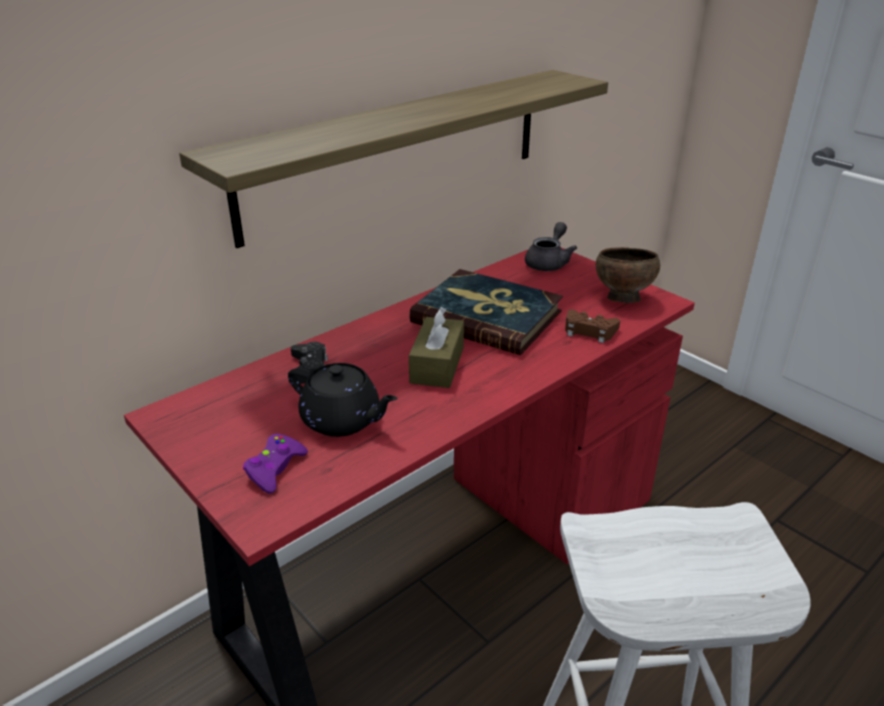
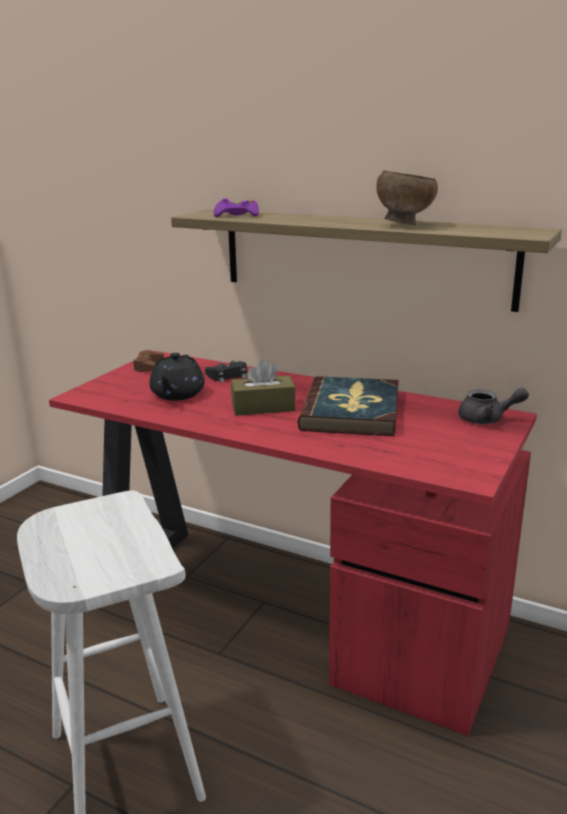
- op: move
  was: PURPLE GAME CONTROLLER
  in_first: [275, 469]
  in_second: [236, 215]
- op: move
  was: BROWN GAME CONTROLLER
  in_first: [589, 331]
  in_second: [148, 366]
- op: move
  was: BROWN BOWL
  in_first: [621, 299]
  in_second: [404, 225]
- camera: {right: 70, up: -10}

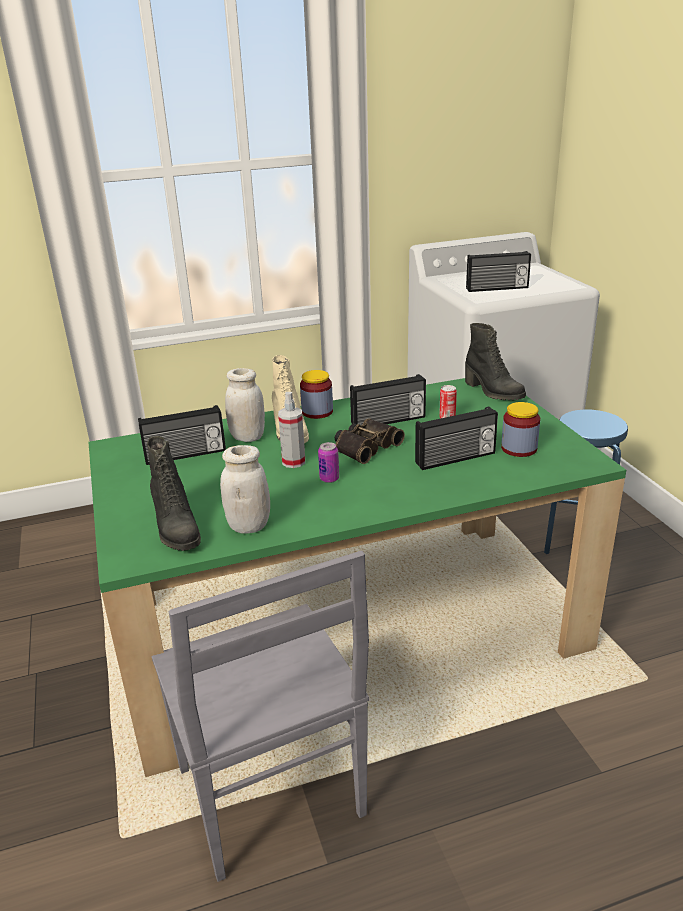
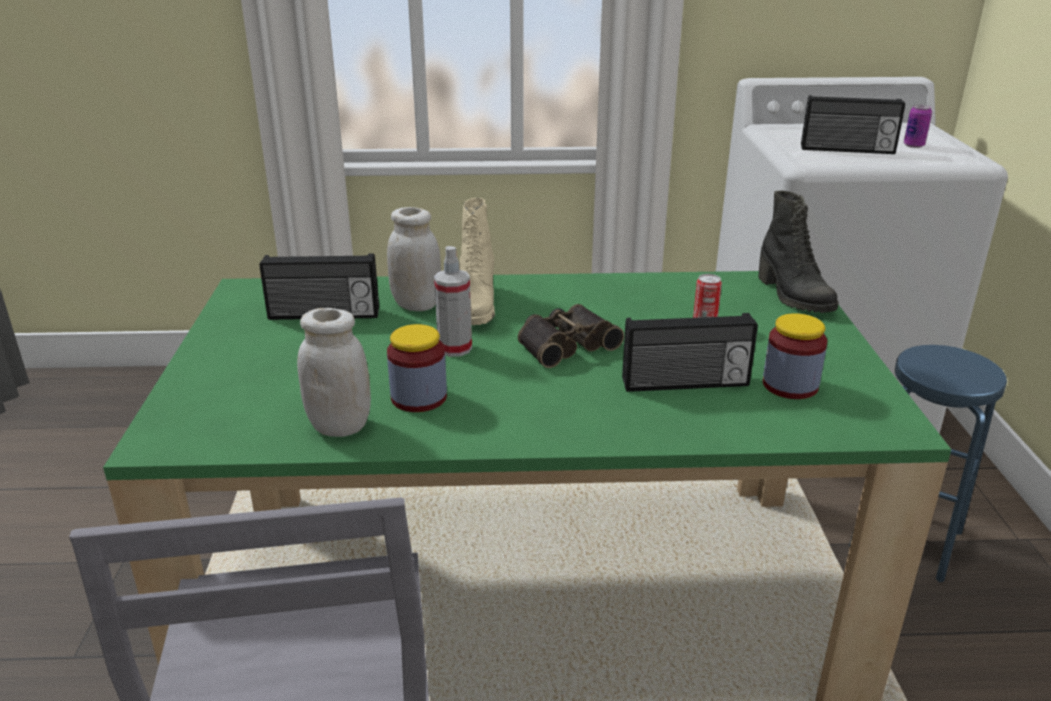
- op: delete
  was: BLACK BOOT
  in_first: [175, 530]
- op: delete
  was: RADIO
  in_first: [388, 421]
- op: move
  was: JAR
  in_first: [317, 412]
  in_second: [419, 397]
- op: move
  was: CAN
  in_first: [329, 479]
  in_second: [913, 145]
- camera: {right: 15, up: 0}

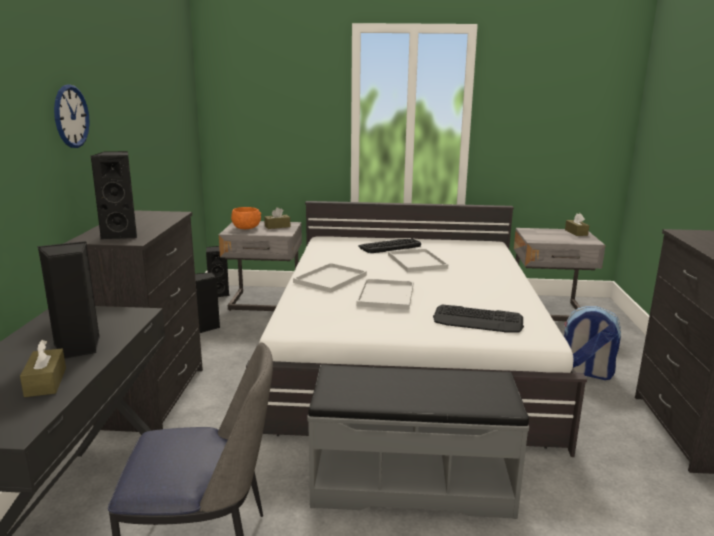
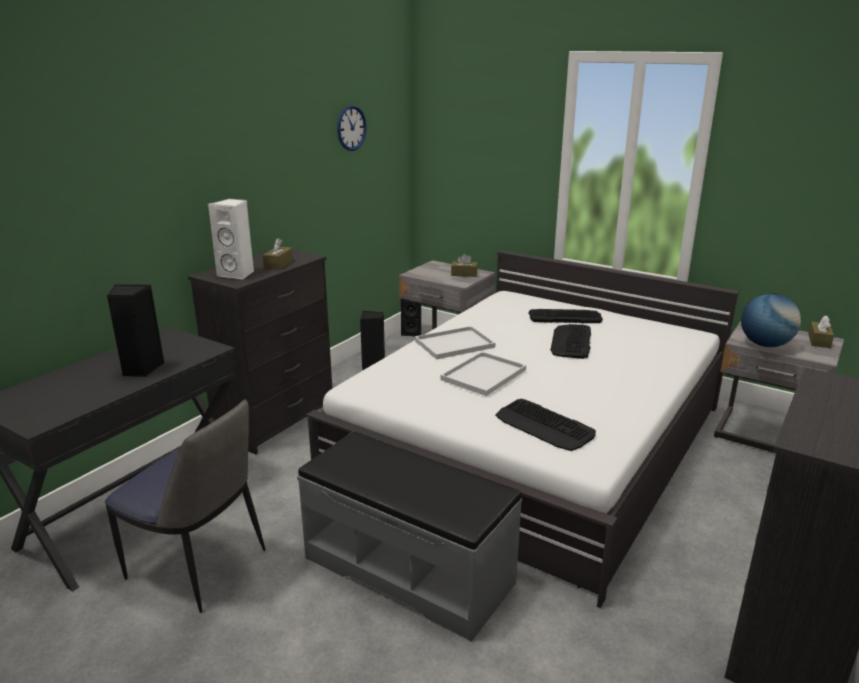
- op: delete
  was: ORANGE BOWL
  in_first: [246, 227]
- op: delete
  was: BACKPACK
  in_first: [585, 372]
- op: insert
  now: GLOBE
  in_second: [765, 345]
- op: move
  was: BROWN TISSUE BOX
  in_first: [45, 382]
  in_second: [278, 264]
- op: move
  was: WALL CLOCK
  in_first: [71, 116]
  in_second: [351, 128]
- op: replace
  was: WHITE TRAY
  now: KEYBOARD
  in_first: [418, 262]
  in_second: [571, 342]
- op: recolor
  was: BLACK SPEAKER
  now: WHITE SPEAKER
  in_first: [122, 235]
  in_second: [237, 274]
- camera: {right: 30, up: 5}

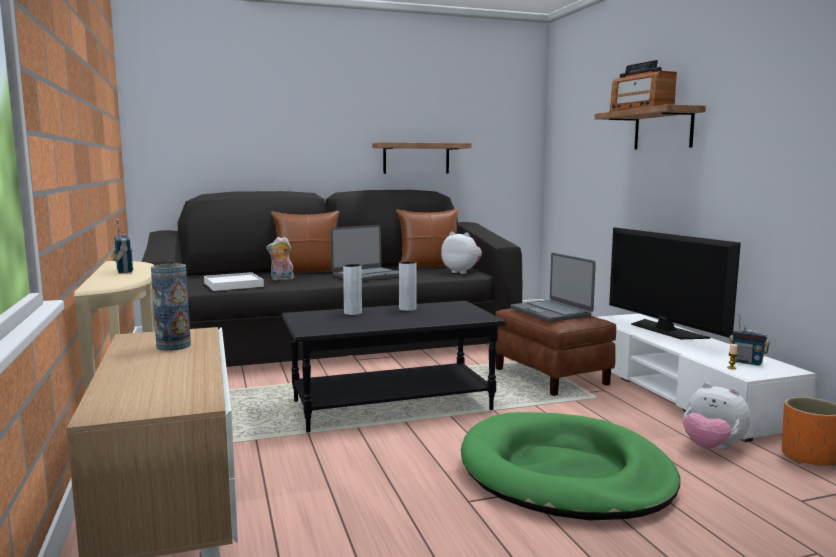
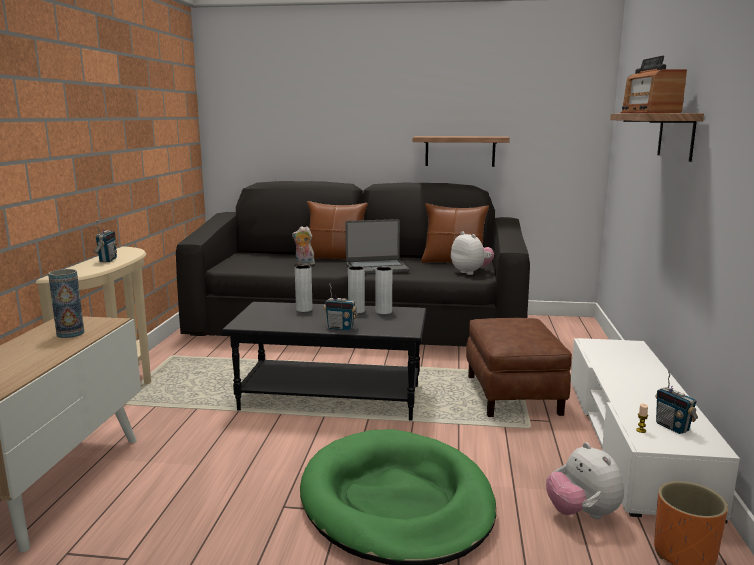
- op: delete
  was: WHITE TRAY
  in_first: [233, 284]
- op: delete
  was: LAPTOP
  in_first: [551, 312]
- op: delete
  was: TELEVISION
  in_first: [665, 330]
- op: insert
  now: RADIO
  in_second: [340, 328]
- op: insert
  now: GREY VASE
  in_second: [383, 312]
- camera: {right: 25, up: 5}

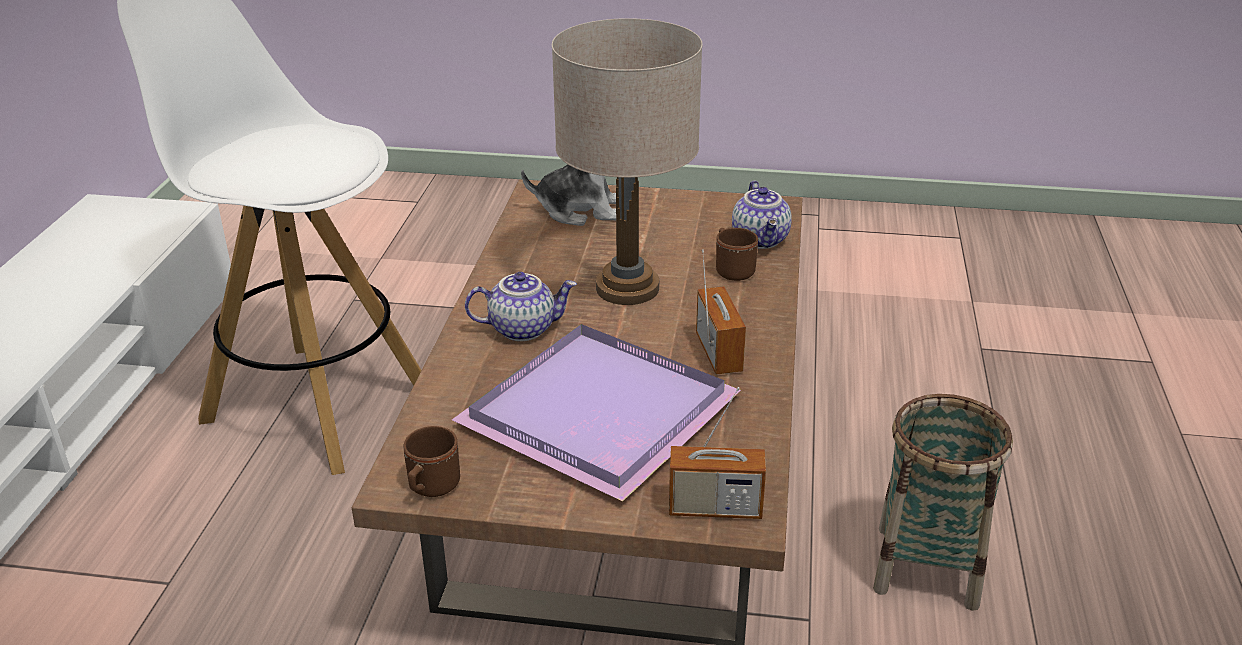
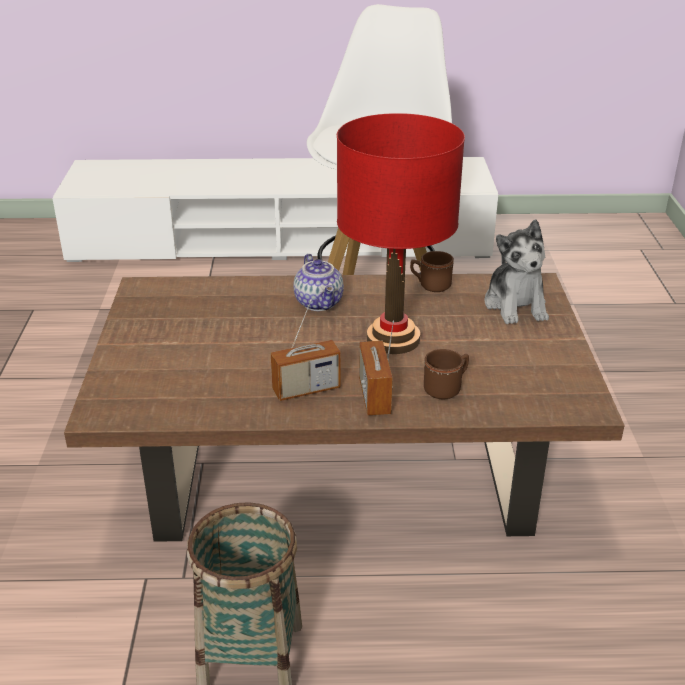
- op: delete
  was: PURPLE TRAY
  in_first: [599, 416]
- op: delete
  was: TEAPOT
  in_first: [761, 240]
- op: move
  was: BROWN MUG
  in_first: [431, 488]
  in_second: [430, 285]
- op: move
  was: RADIO
  in_first: [715, 508]
  in_second: [374, 396]
- op: recolor
  was: BEIGE TABLE LAMP
  now: RED TABLE LAMP
  in_first: [627, 288]
  in_second: [393, 339]
- camera: {right: 80, up: 0}

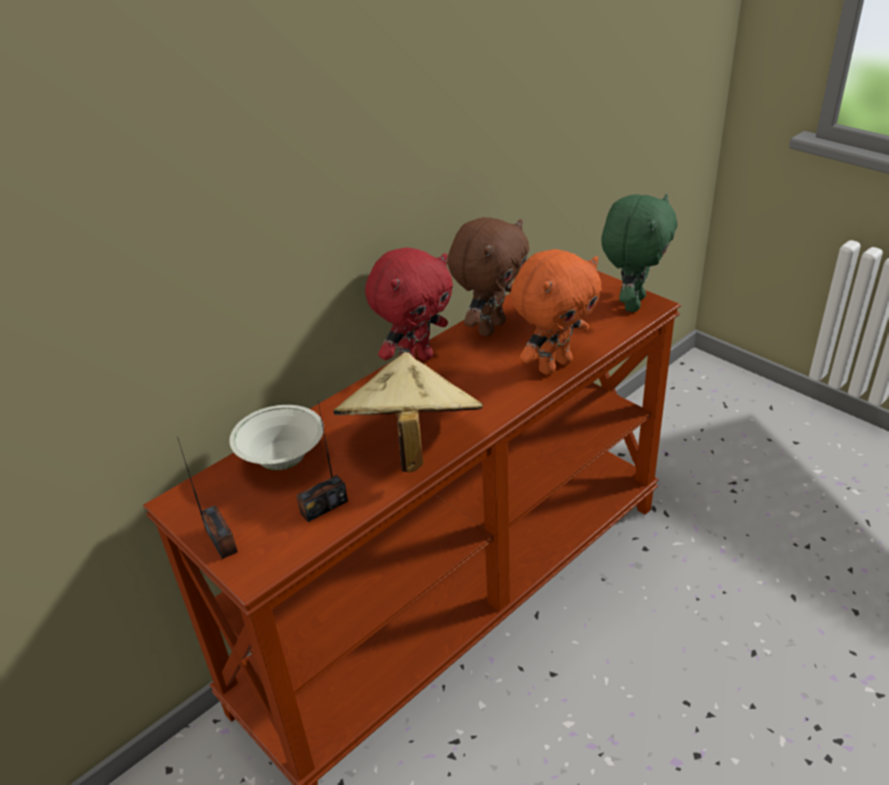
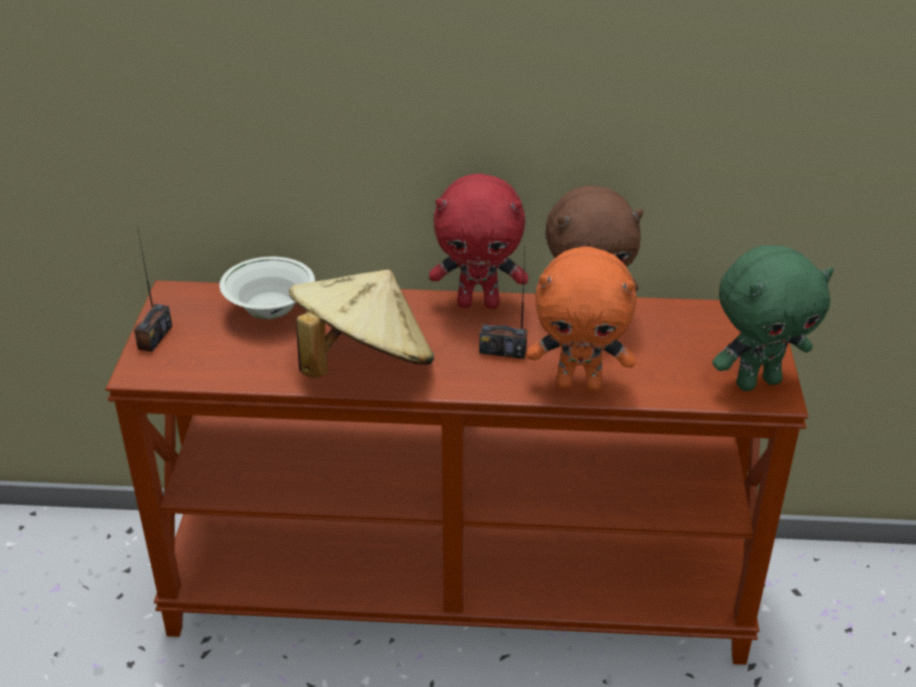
- op: move
  was: RADIO
  in_first: [324, 507]
  in_second: [503, 351]
- camera: {right: 45, up: 0}

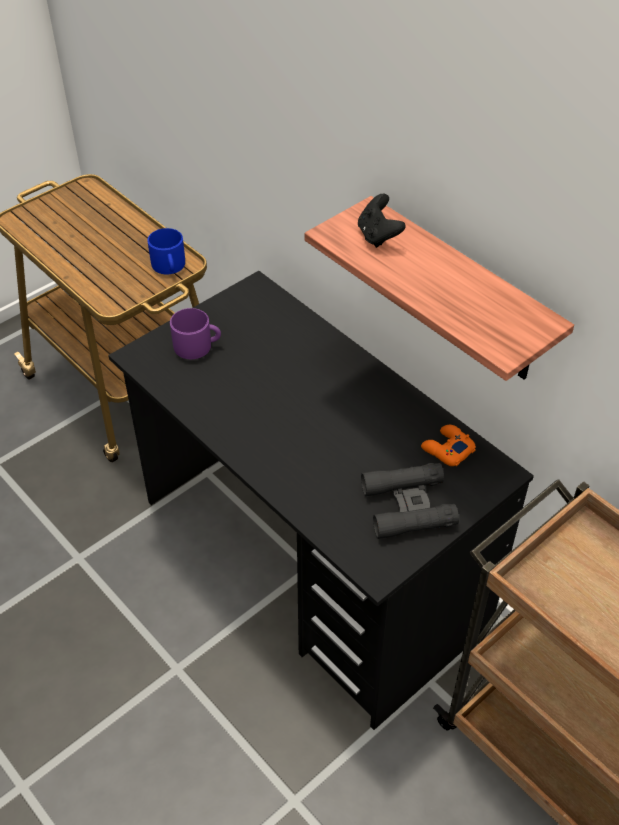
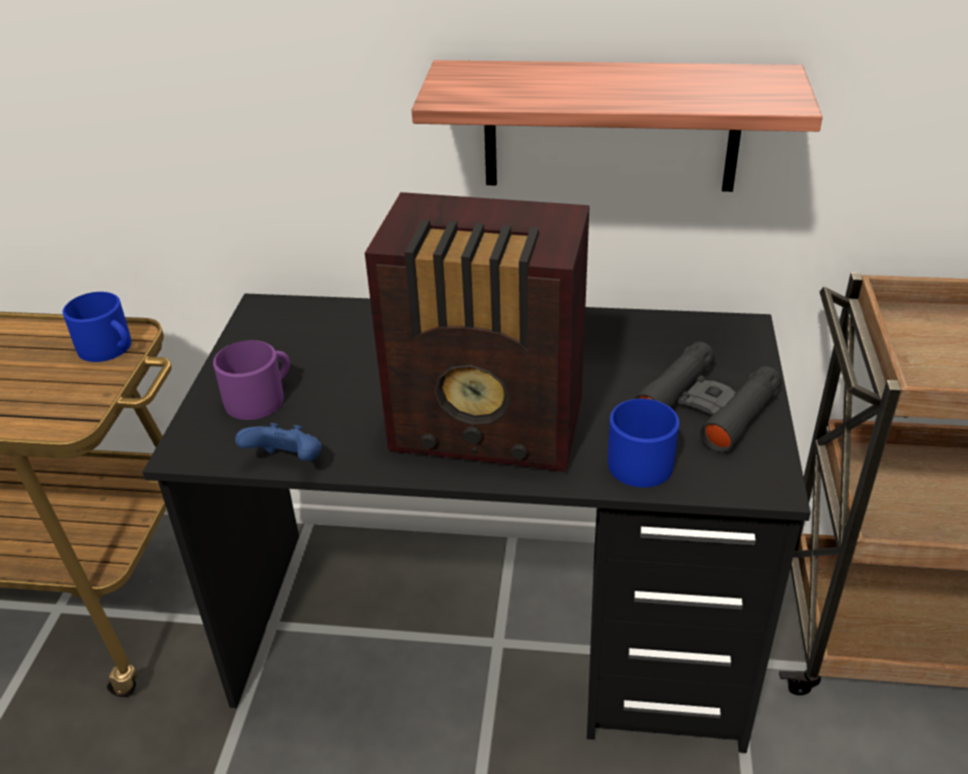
- op: delete
  was: BLACK GAME CONTROLLER
  in_first: [378, 236]
- op: delete
  was: ORANGE GAME CONTROLLER
  in_first: [447, 449]
- op: insert
  now: BLUE GAME CONTROLLER
  in_second: [287, 462]
- op: insert
  now: RADIO
  in_second: [491, 429]
- op: insert
  now: BLUE MUG
  in_second: [637, 459]
- camera: {right: -40, up: -10}

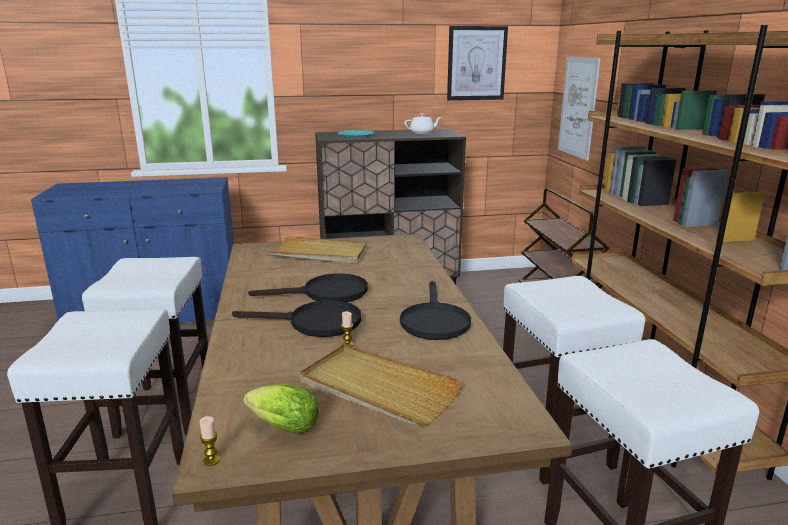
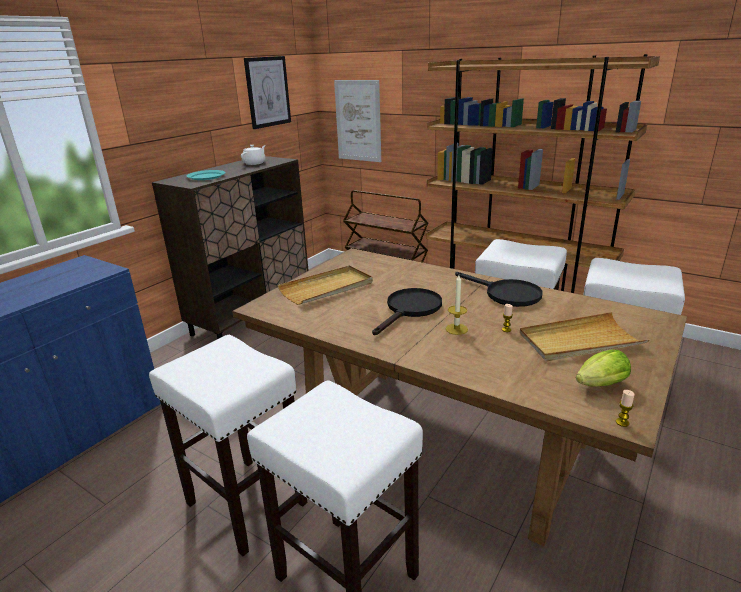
- op: replace
  was: BLACK FRYING PAN
  now: CANDLE
  in_first: [315, 323]
  in_second: [456, 329]
- camera: {right: -45, up: 5}

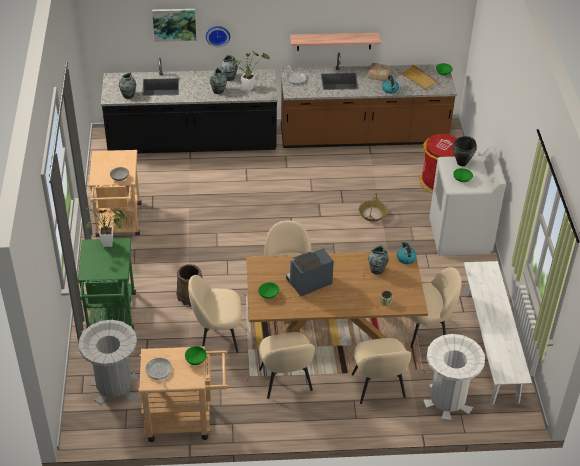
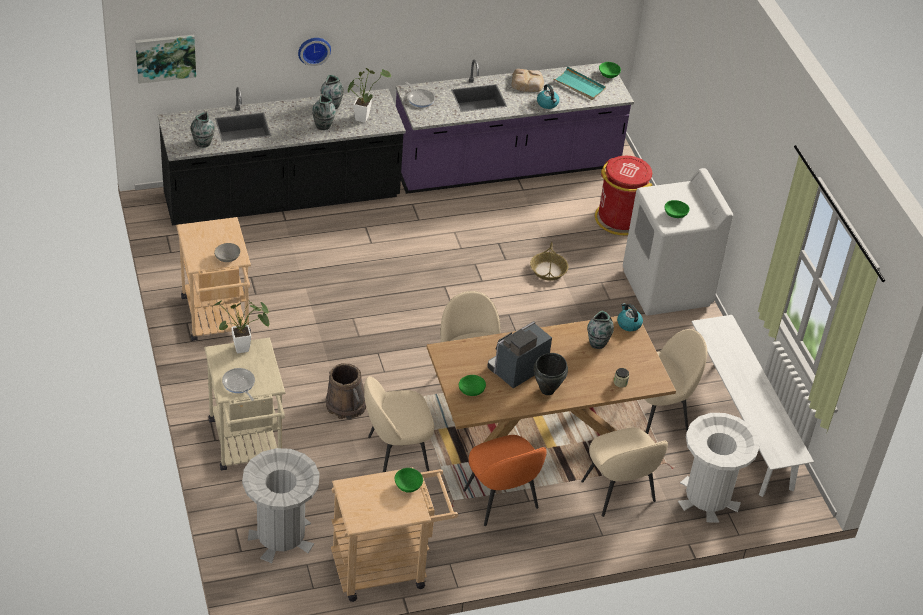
- op: delete
  was: SHELF
  in_first: [334, 41]
- op: move
  was: FRYING PAN
  in_first: [159, 371]
  in_second: [239, 384]
- op: move
  was: PICTURE
  in_first: [174, 24]
  in_second: [165, 57]
- op: move
  was: BLACK COOKING POT
  in_first: [462, 163]
  in_second: [547, 390]
- op: recolor
  was: GREEN CART
  now: BEIGE CART
  in_first: [111, 316]
  in_second: [247, 446]
- op: recolor
  was: BEIGE CHAIR
  now: ORANGE CHAIR
  in_first: [286, 381]
  in_second: [501, 501]
- op: recolor
  was: BROWN COUNTER
  now: PURPLE COUNTER
  in_first: [363, 136]
  in_second: [506, 167]
- op: recolor
  was: BEIGE TRAY
  now: TURQUOISE TRAY
  in_first: [418, 79]
  in_second: [579, 85]
- camera: {right: -15, up: 0}

